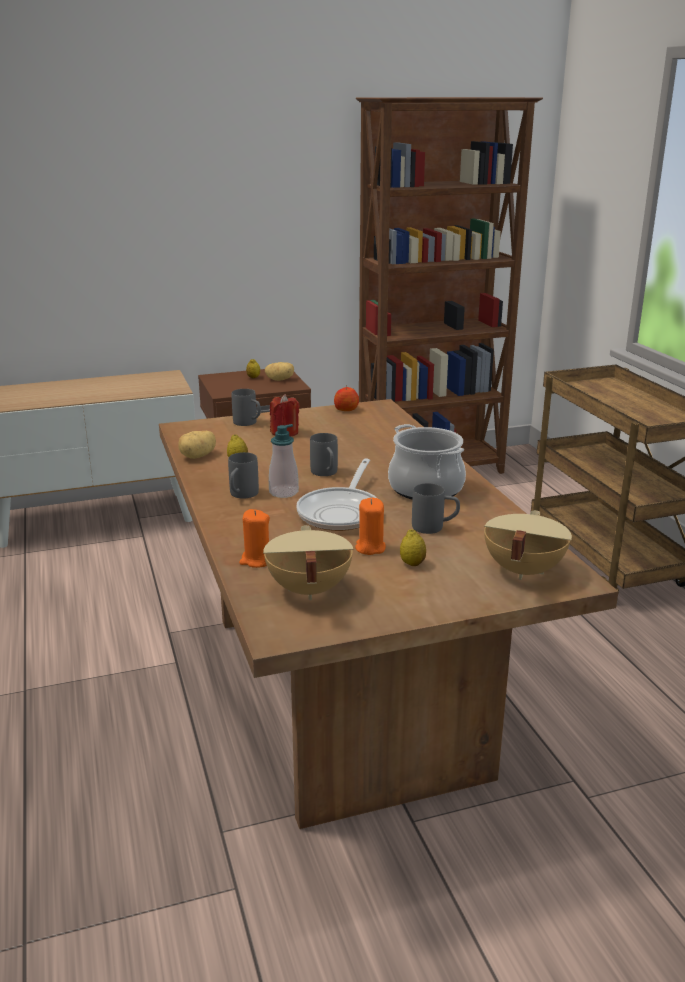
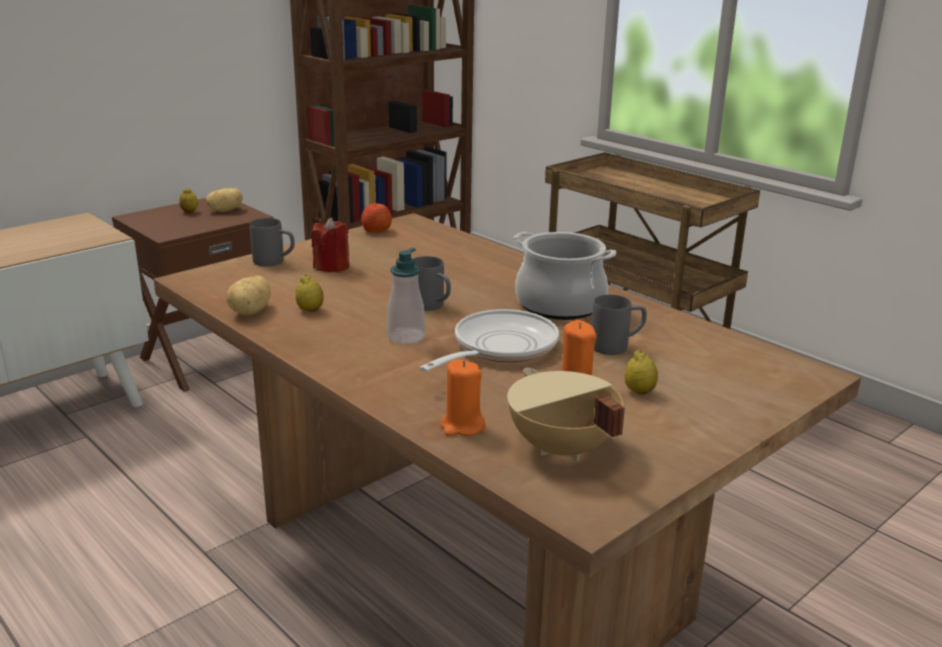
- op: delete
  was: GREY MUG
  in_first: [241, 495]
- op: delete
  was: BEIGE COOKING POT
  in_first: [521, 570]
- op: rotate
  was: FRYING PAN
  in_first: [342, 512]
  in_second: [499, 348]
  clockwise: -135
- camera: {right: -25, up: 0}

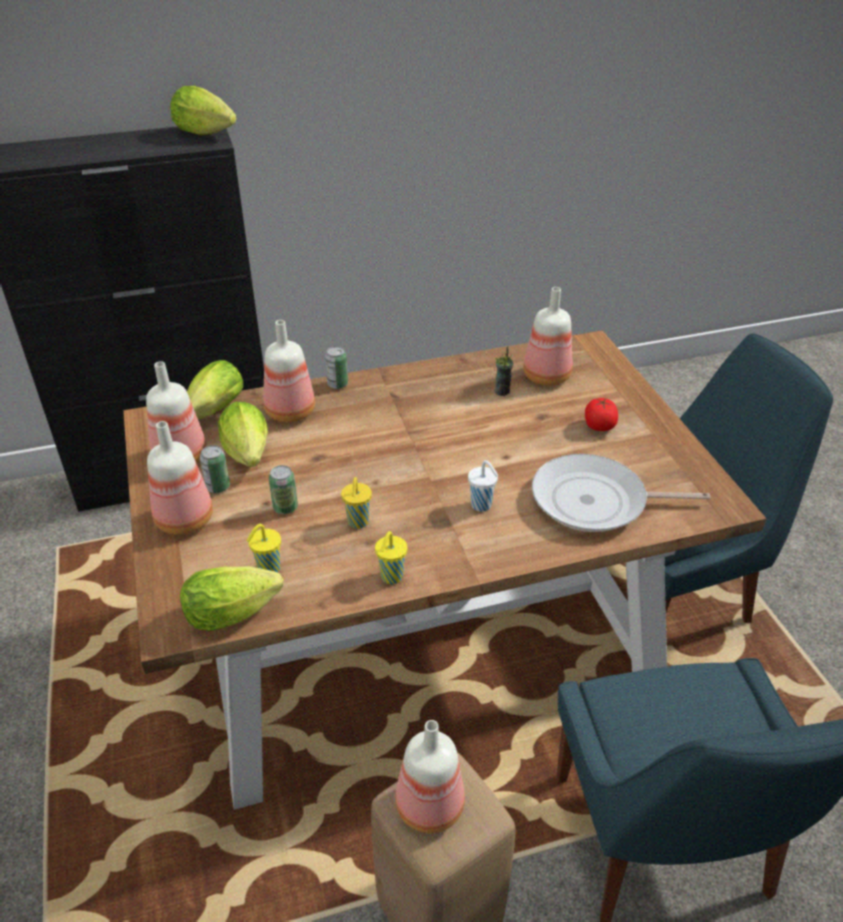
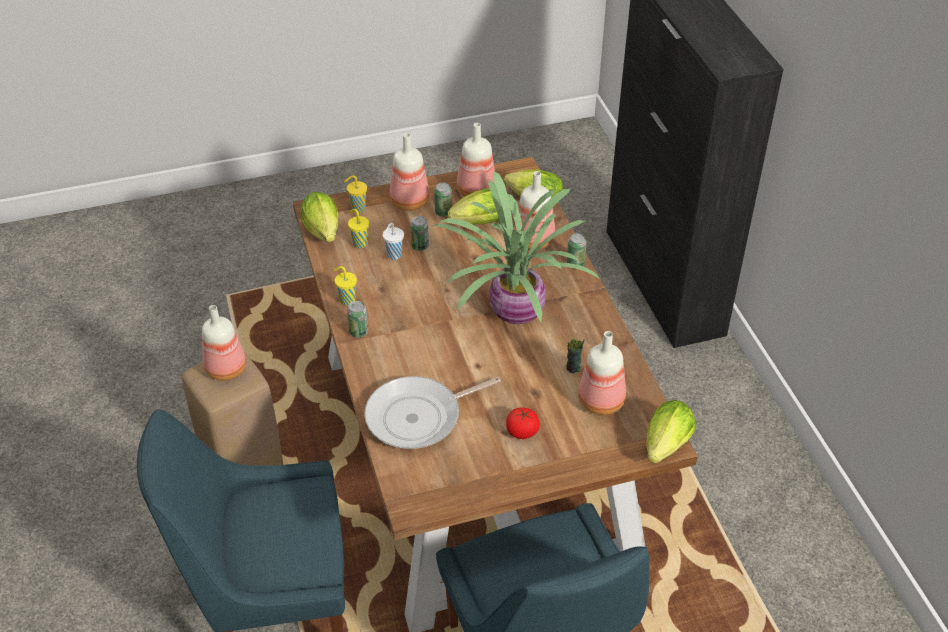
- op: insert
  now: CAN
  in_second: [358, 332]
- op: insert
  now: POTTED PLANT
  in_second: [515, 310]
- op: move
  was: LETTUCE
  in_first: [208, 134]
  in_second: [664, 448]
- op: move
  was: YELLOW CUP
  in_first: [358, 523]
  in_second: [357, 208]
- op: move
  was: WHITE CUP
  in_first: [482, 506]
  in_second: [393, 255]
- op: rotate
  was: FRYING PAN
  in_first: [595, 502]
  in_second: [419, 417]
  clockwise: -120
- camera: {right: 90, up: 5}

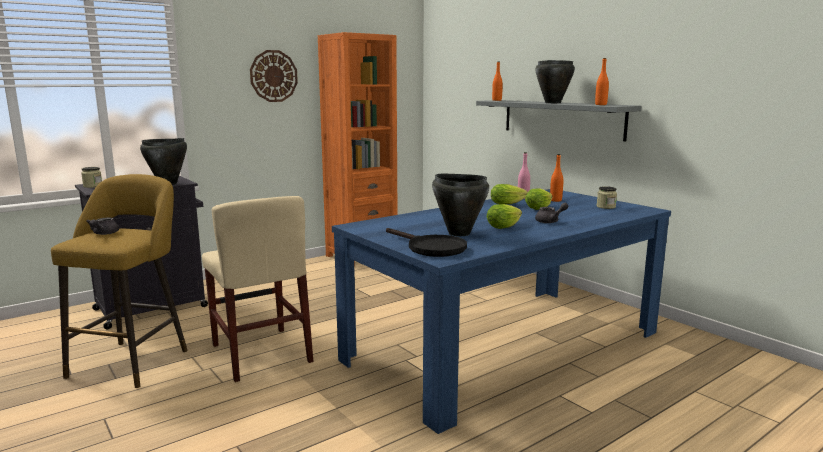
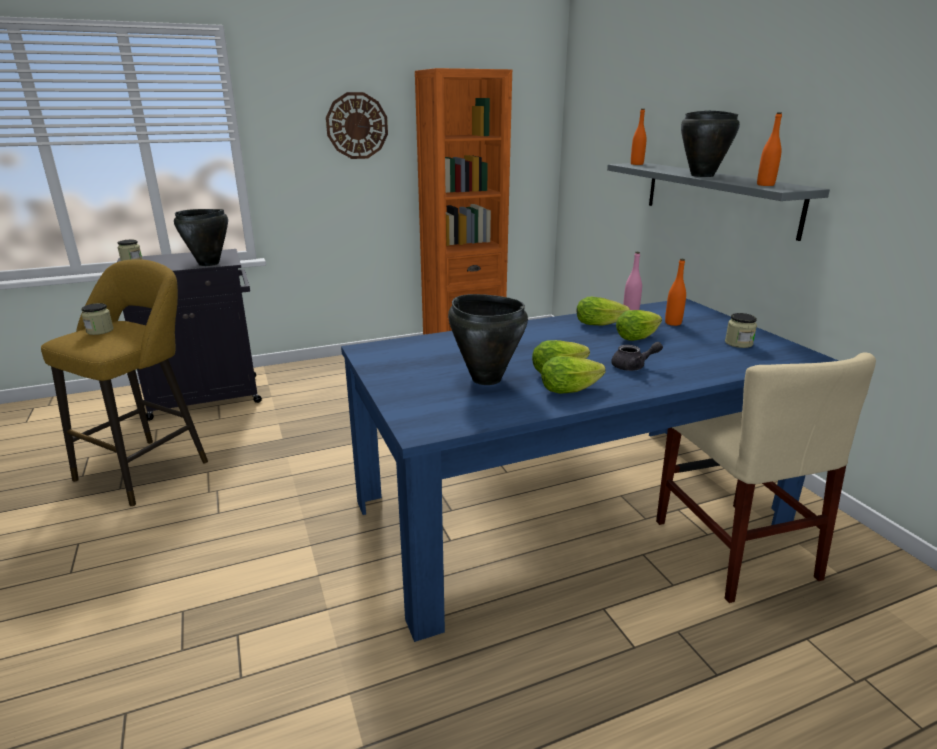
- op: delete
  was: BLACK FRYING PAN
  in_first: [430, 248]
- op: insert
  now: LETTUCE
  in_second: [573, 388]
- op: move
  was: BEIGE CHAIR
  in_first: [261, 353]
  in_second: [733, 548]
- op: replace
  was: GREY TEAPOT
  now: JAR
  in_first: [103, 234]
  in_second: [100, 331]
- camera: {right: 15, up: 10}

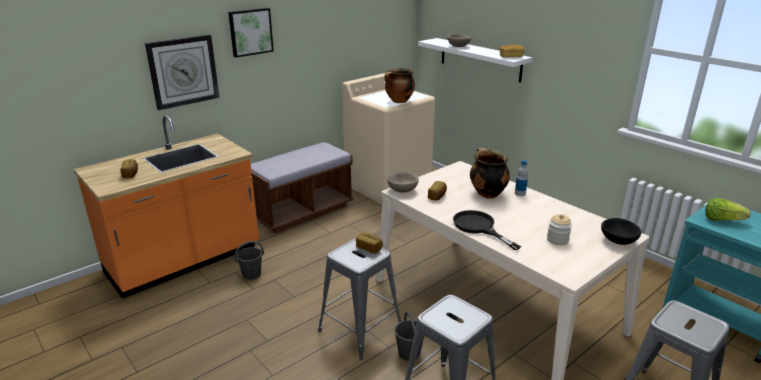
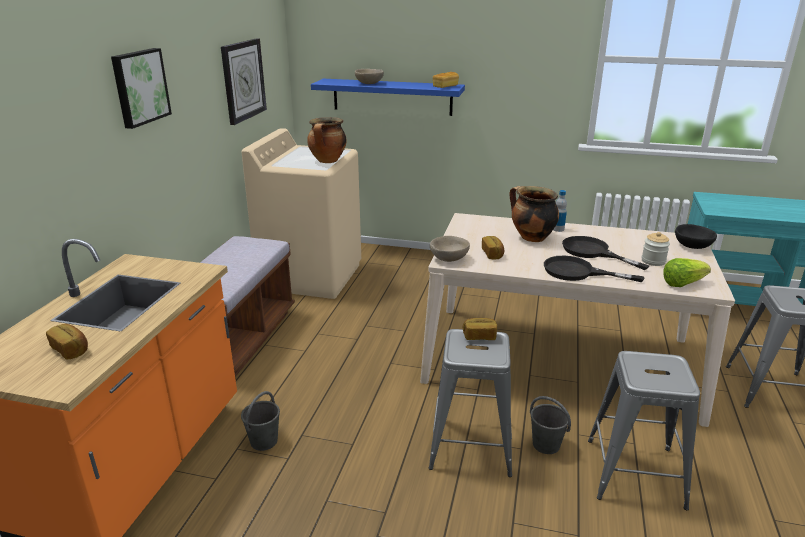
- op: insert
  now: BLACK FRYING PAN
  in_second: [592, 252]
- op: move
  was: WALL CLOCK
  in_first: [183, 71]
  in_second: [243, 80]
- op: move
  was: LETTUCE
  in_first: [721, 220]
  in_second: [682, 283]
- op: recolor
  was: WHITE SHELF
  now: BLUE SHELF
  in_first: [480, 59]
  in_second: [392, 97]
- camera: {right: -35, up: 0}

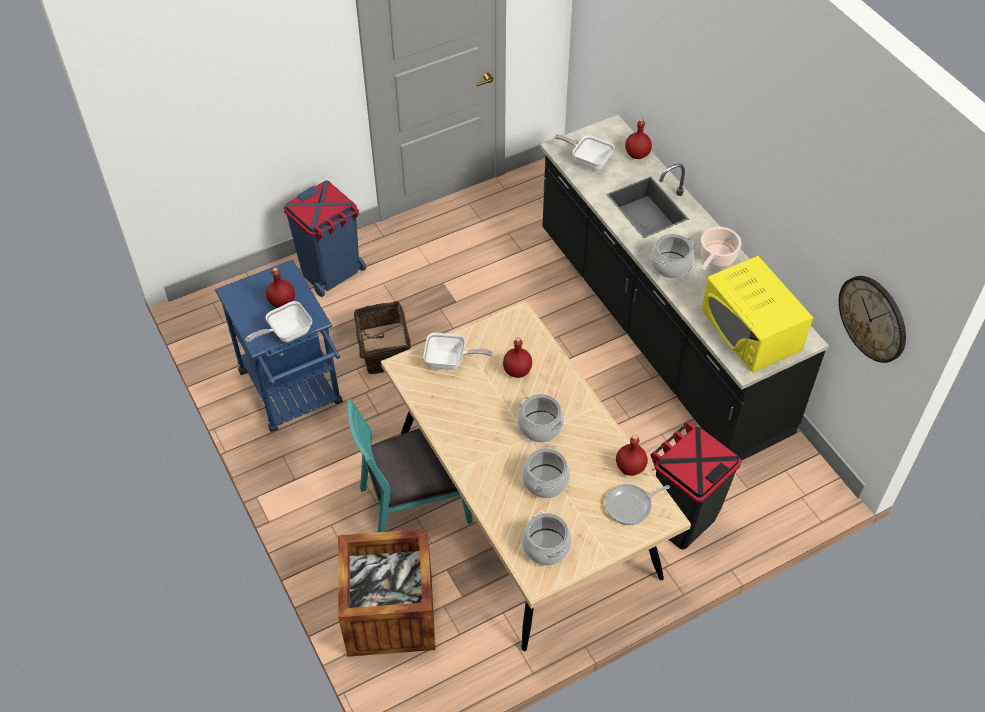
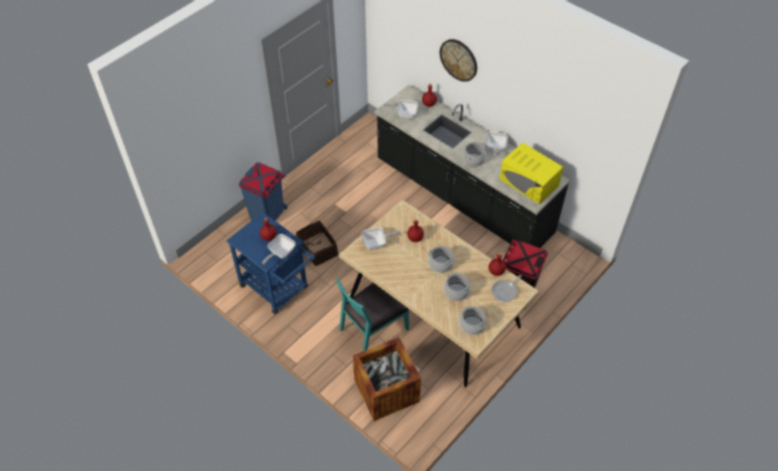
- op: move
  was: WALL CLOCK
  in_first: [873, 318]
  in_second: [458, 60]
- op: replace
  was: COOKING POT
  now: FRYING PAN
  in_first: [716, 258]
  in_second: [495, 149]
- camera: {right: -20, up: 0}

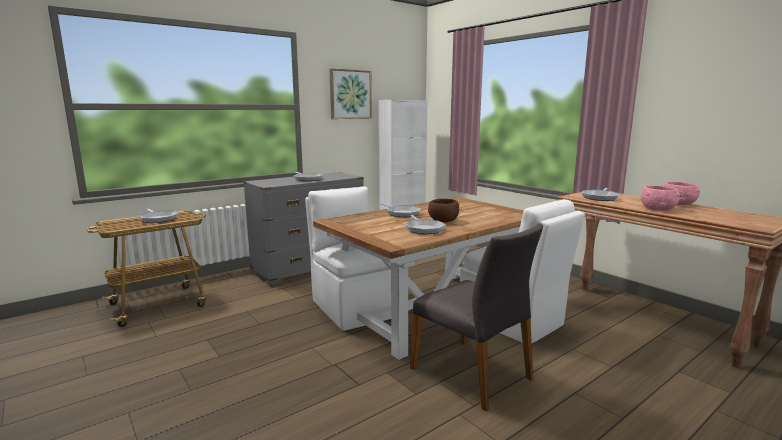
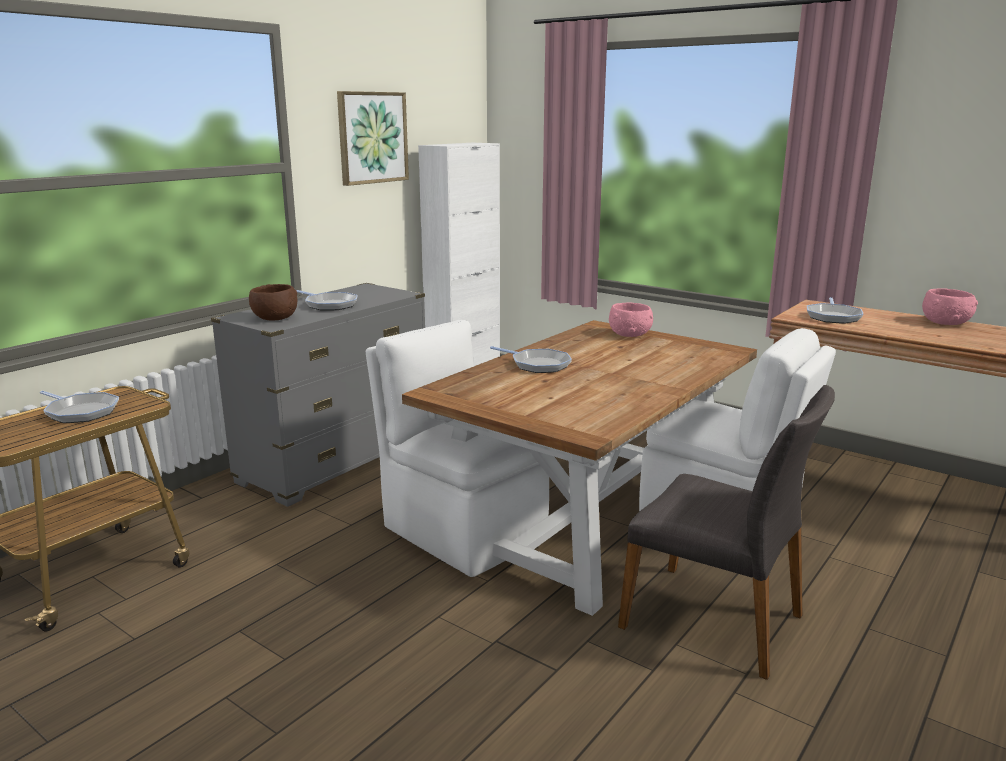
- op: delete
  was: FRYING PAN
  in_first: [423, 229]
- op: move
  was: BROWN BOWL
  in_first: [442, 221]
  in_second: [274, 318]
- op: move
  was: PINK BOWL
  in_first: [658, 209]
  in_second: [630, 334]
- camera: {right: -15, up: 5}

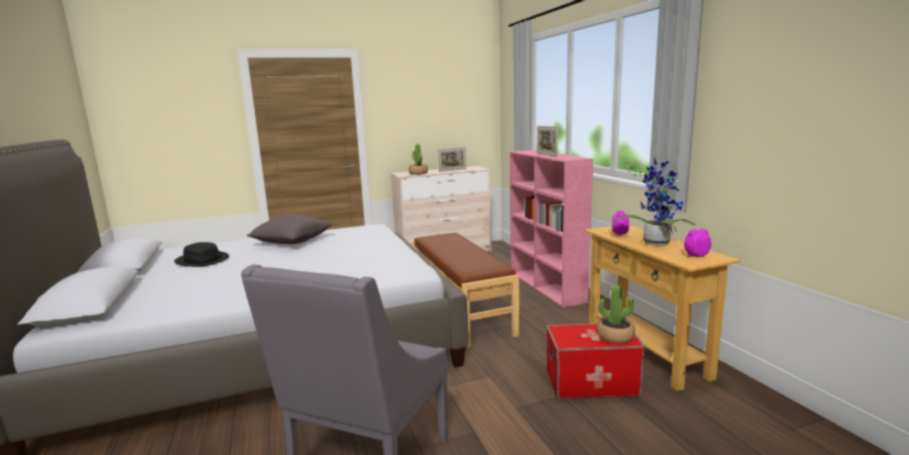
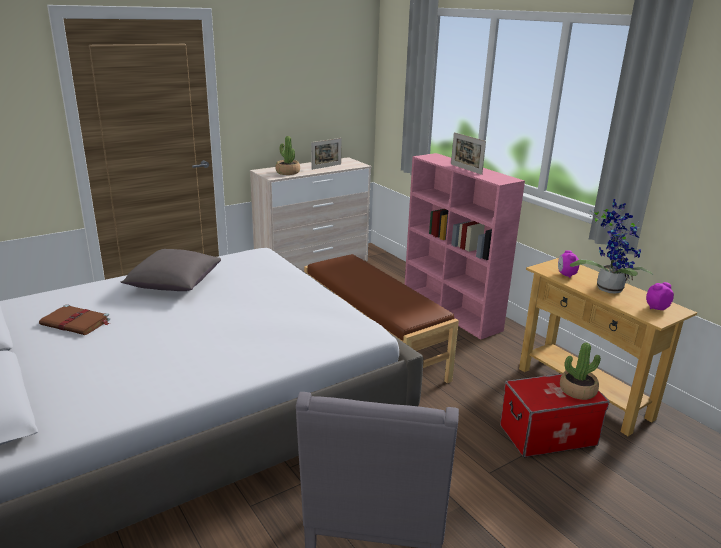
- op: replace
  was: BLACK HAT
  now: BROWN BOOK
  in_first: [202, 260]
  in_second: [76, 323]
- camera: {right: -15, up: 10}

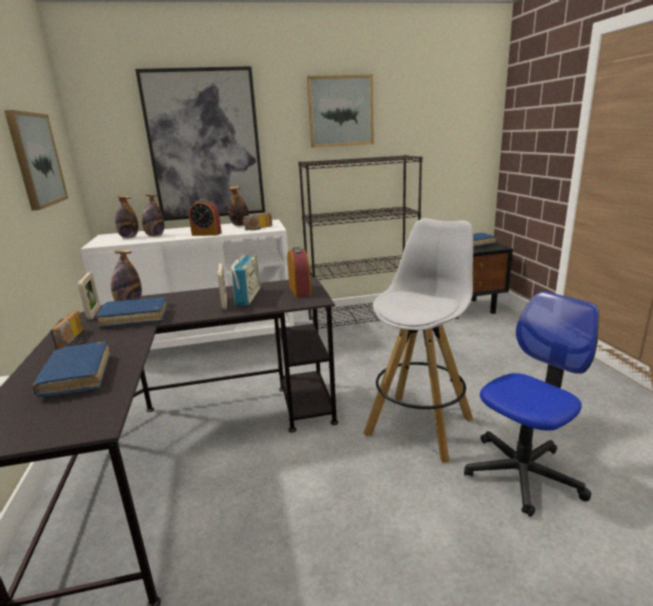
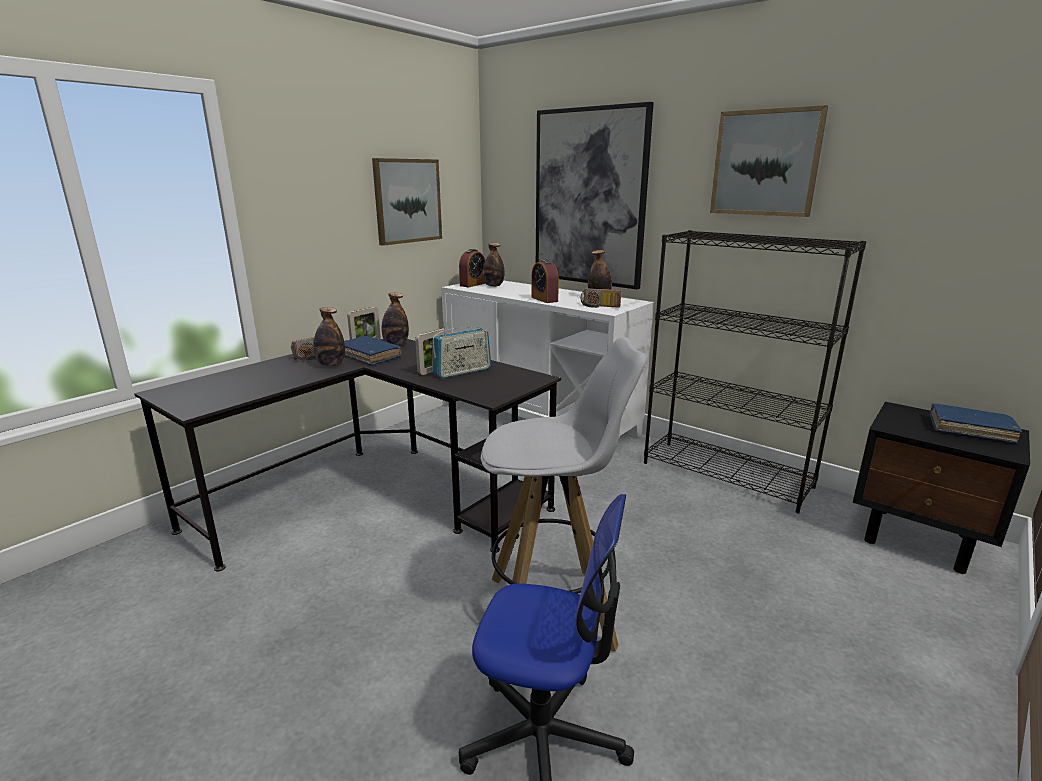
- op: delete
  was: BLUE BOOK
  in_first: [77, 376]
- op: move
  was: BOTTLE
  in_first: [155, 235]
  in_second: [331, 365]
- op: move
  was: ALARM CLOCK
  in_first: [300, 290]
  in_second: [473, 284]
- camera: {right: 50, up: 0}

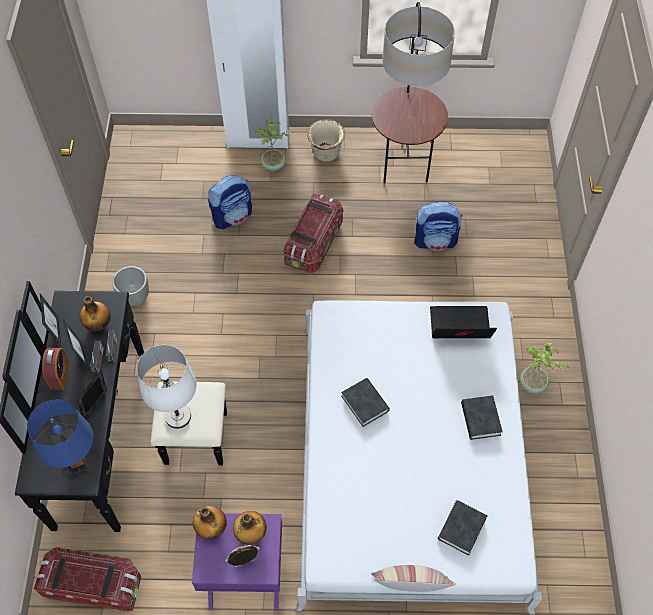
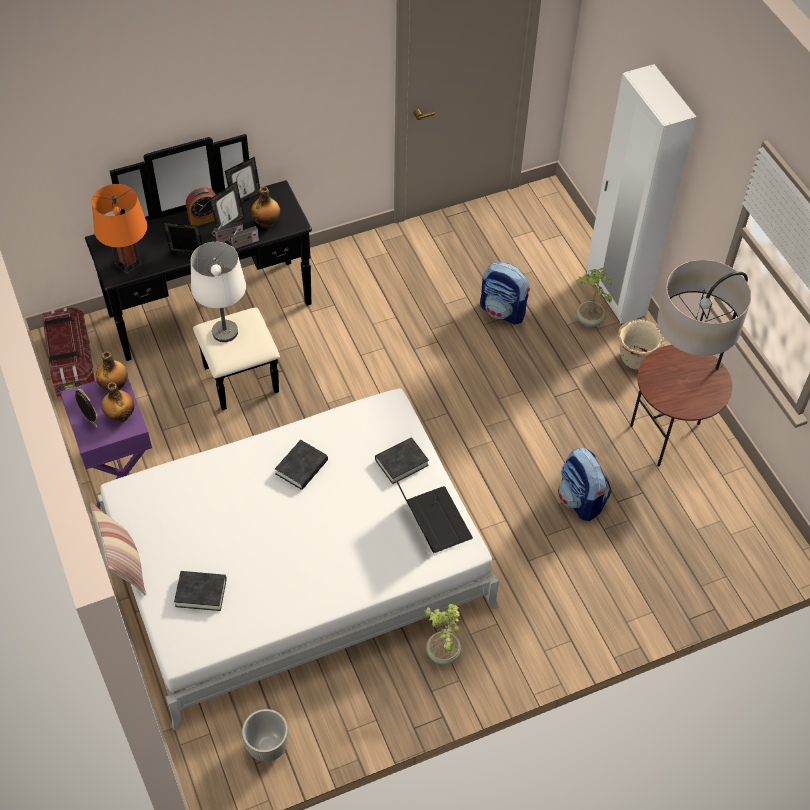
- op: delete
  was: STORAGE BOX
  in_first: [314, 243]
- op: move
  was: GREY PLANTER
  in_first: [134, 297]
  in_second: [267, 746]
- op: move
  was: BLACK BOOK
  in_first: [480, 419]
  in_second: [401, 462]
- op: recolor
  was: BLUE TABLE LAMP
  now: ORANGE TABLE LAMP
  in_first: [77, 462]
  in_second: [128, 263]
- camera: {right: 65, up: -5}

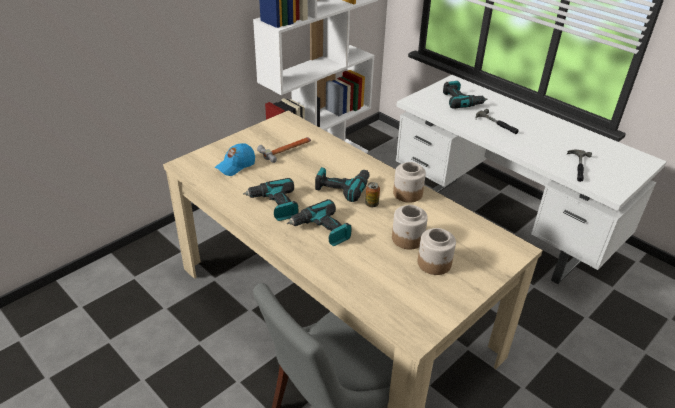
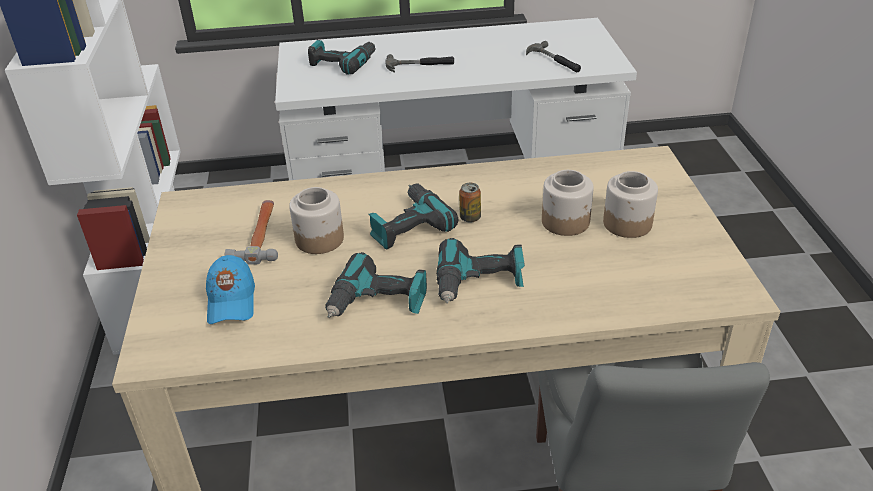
- op: move
  was: JAR
  in_first: [407, 194]
  in_second: [319, 240]
- camera: {right: -50, up: 0}

